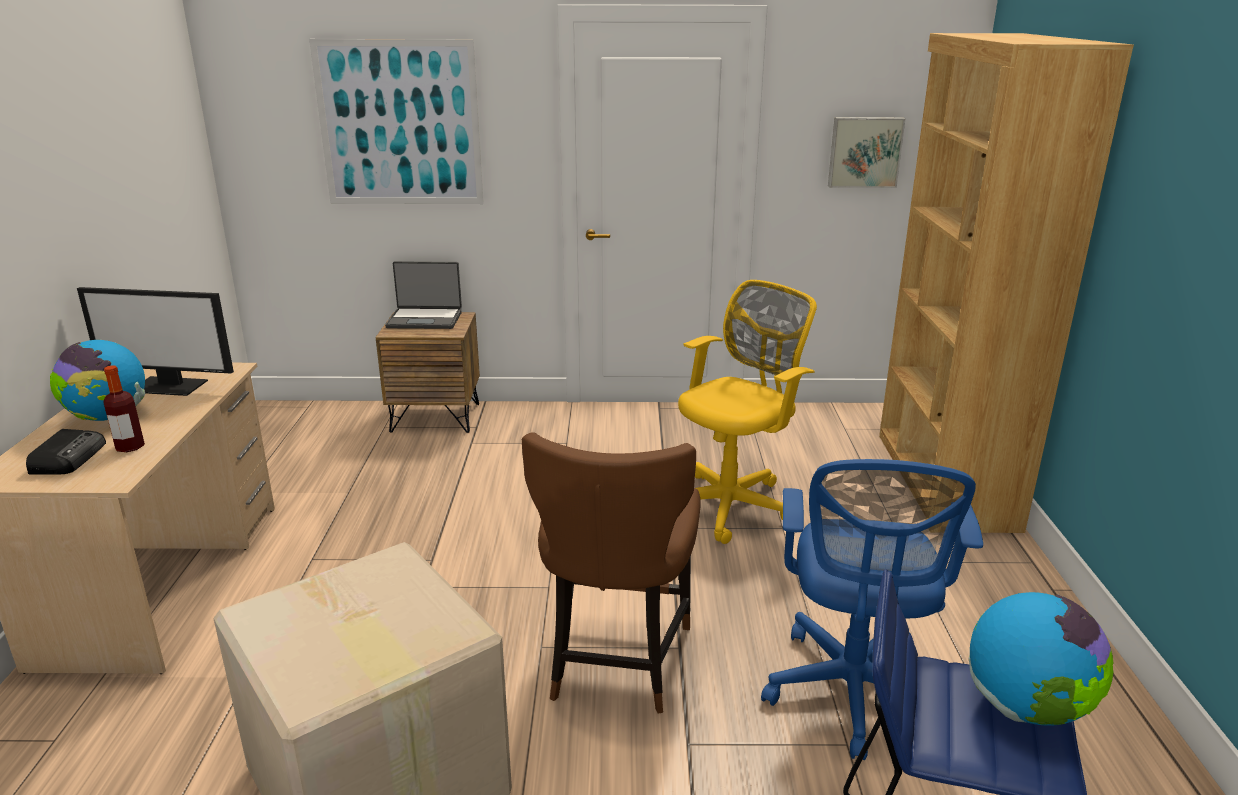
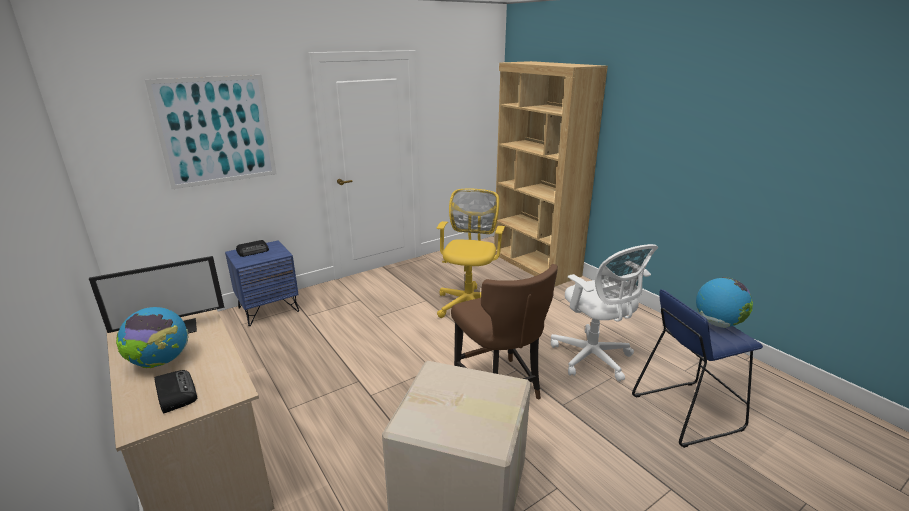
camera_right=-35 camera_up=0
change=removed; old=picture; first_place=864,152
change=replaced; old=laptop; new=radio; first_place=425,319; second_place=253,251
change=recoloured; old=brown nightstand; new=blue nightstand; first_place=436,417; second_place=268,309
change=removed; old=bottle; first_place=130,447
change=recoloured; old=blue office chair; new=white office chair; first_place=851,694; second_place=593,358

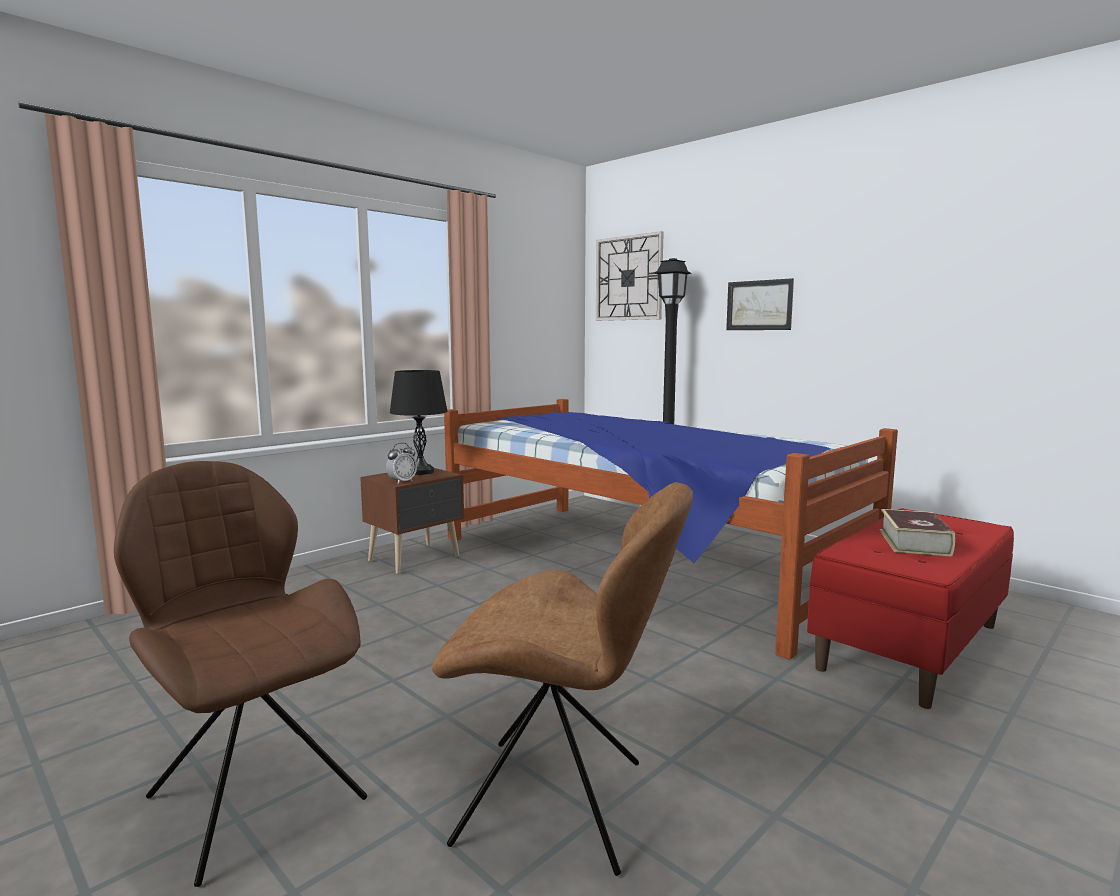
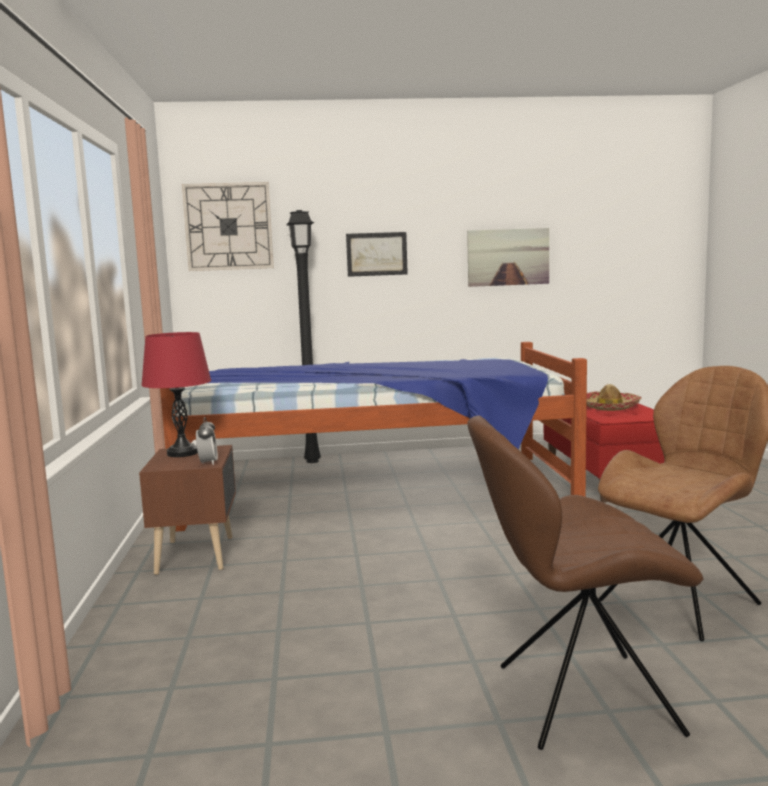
camera_right=-50 camera_up=0
change=recoloured; old=black table lamp; new=red table lamp; first_place=421,472; second_place=182,453
change=replaced; old=book; new=hat; first_place=914,542; second_place=609,407
change=added; new=picture; second_place=508,257

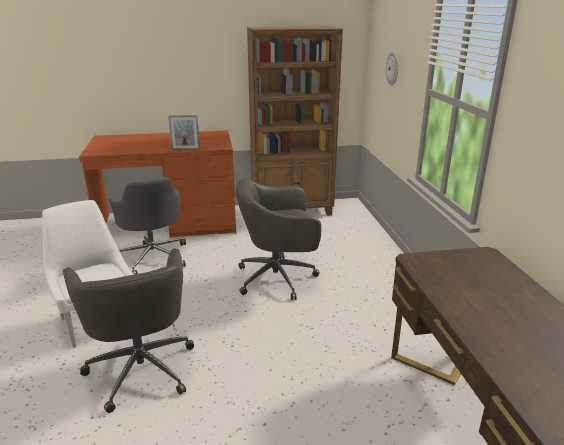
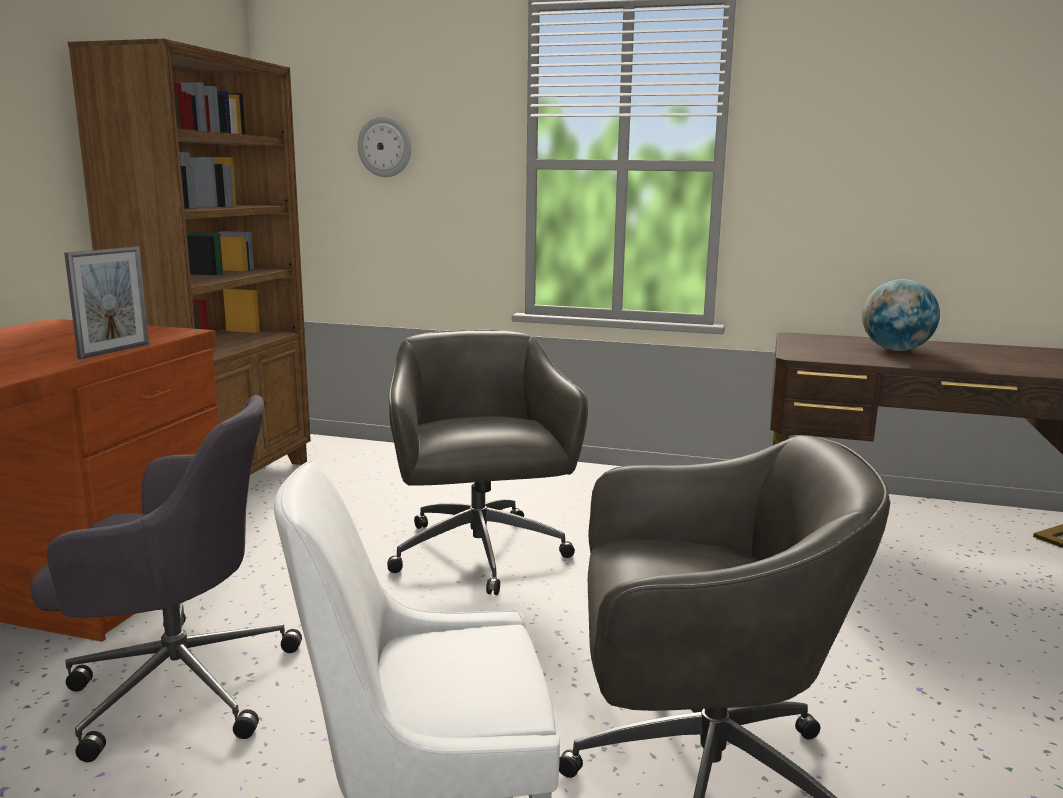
camera_right=-65 camera_up=-10
change=turned; old=grey office chair; first_place=278,278; second_place=479,555; degrees=150
change=added; new=globe; second_place=895,350

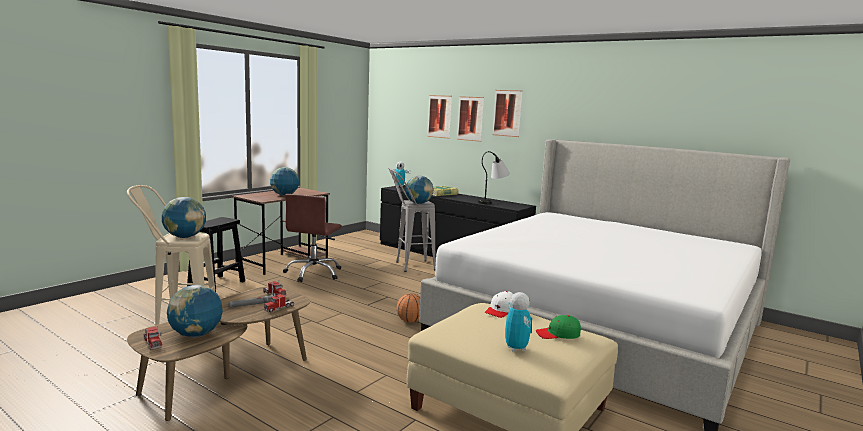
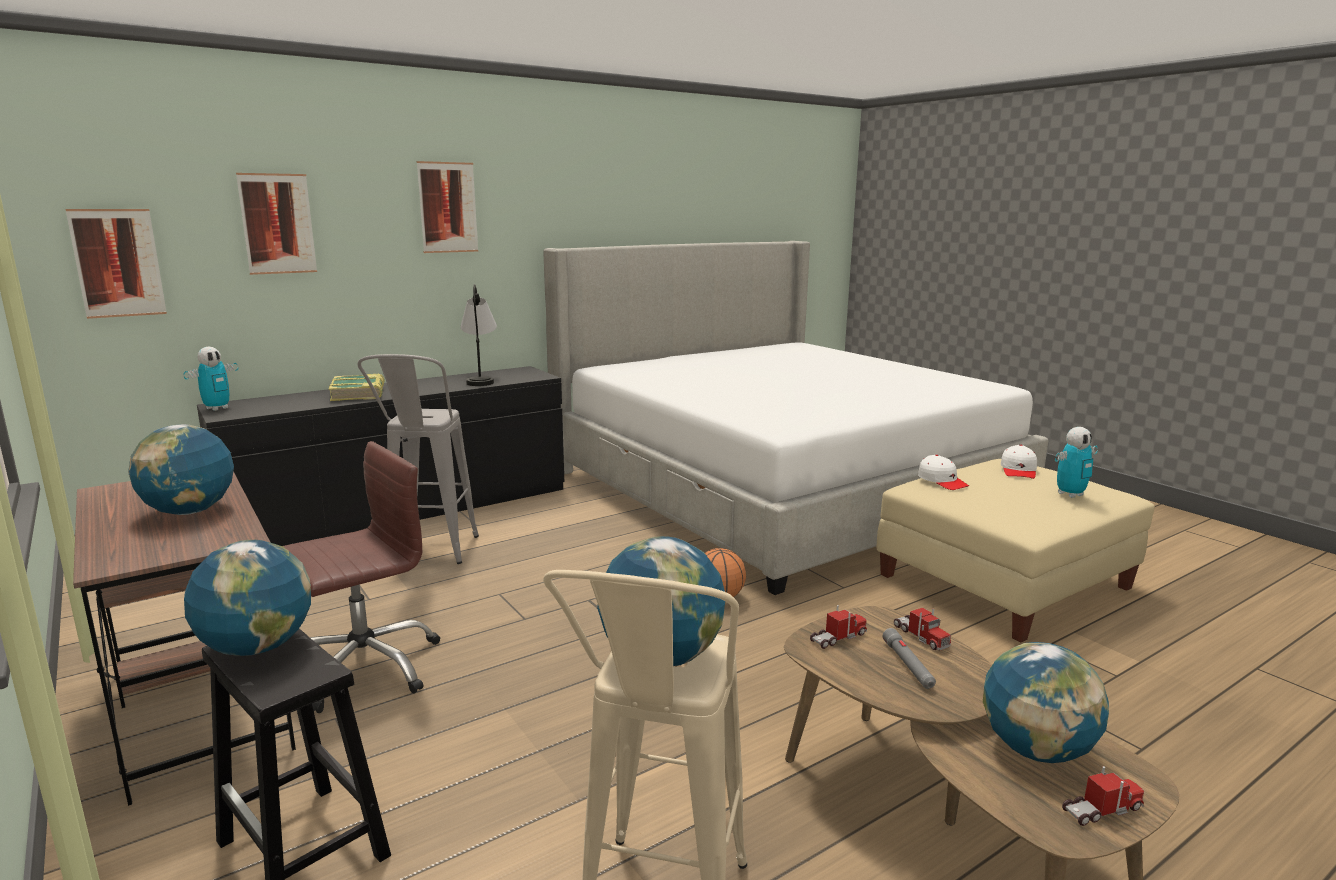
camera_right=-70 camera_up=5
change=moved; old=picture; first_place=470,118; second_place=118,263
change=moved; old=globe; first_place=418,203; second_place=257,647
change=turned; old=brown office chair; first_place=314,273; second_place=364,667; degrees=-75
change=turned; old=toy robot; first_place=516,348; second_place=1070,494; degrees=150
change=recoloured; old=green cap; new=white cap; first_place=558,334; second_place=1018,470

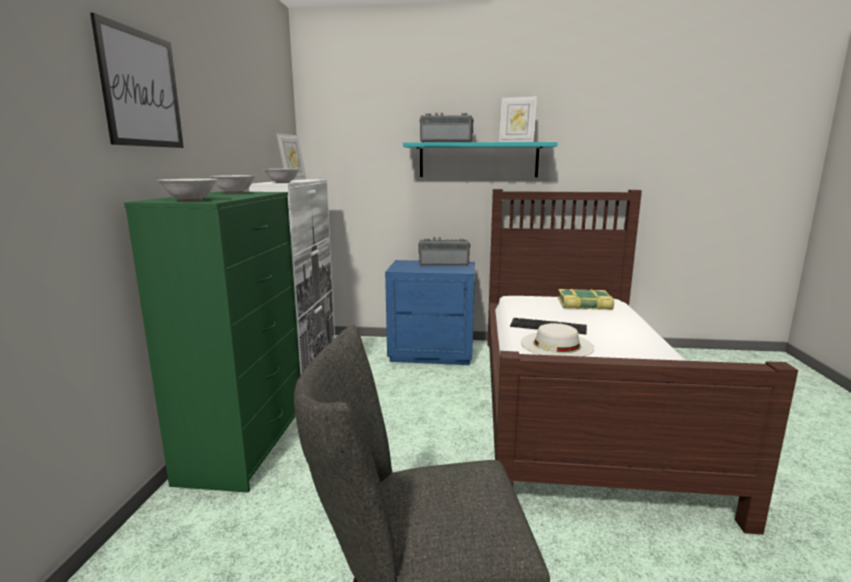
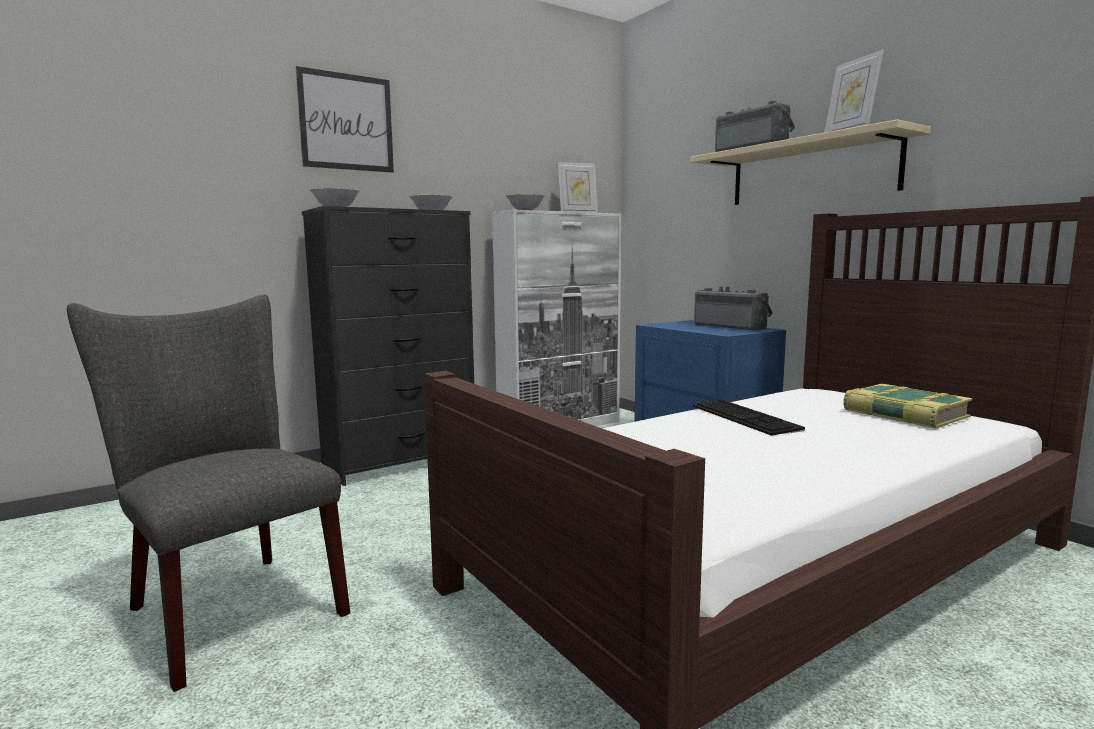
camera_right=50 camera_up=-5
change=recoloured; old=turquoise shelf; new=beige shelf; first_place=478,160; second_place=811,172
change=recoloured; old=green dresser; new=black dresser; first_place=245,445; second_place=401,461
change=removed; old=white hat; first_place=556,345

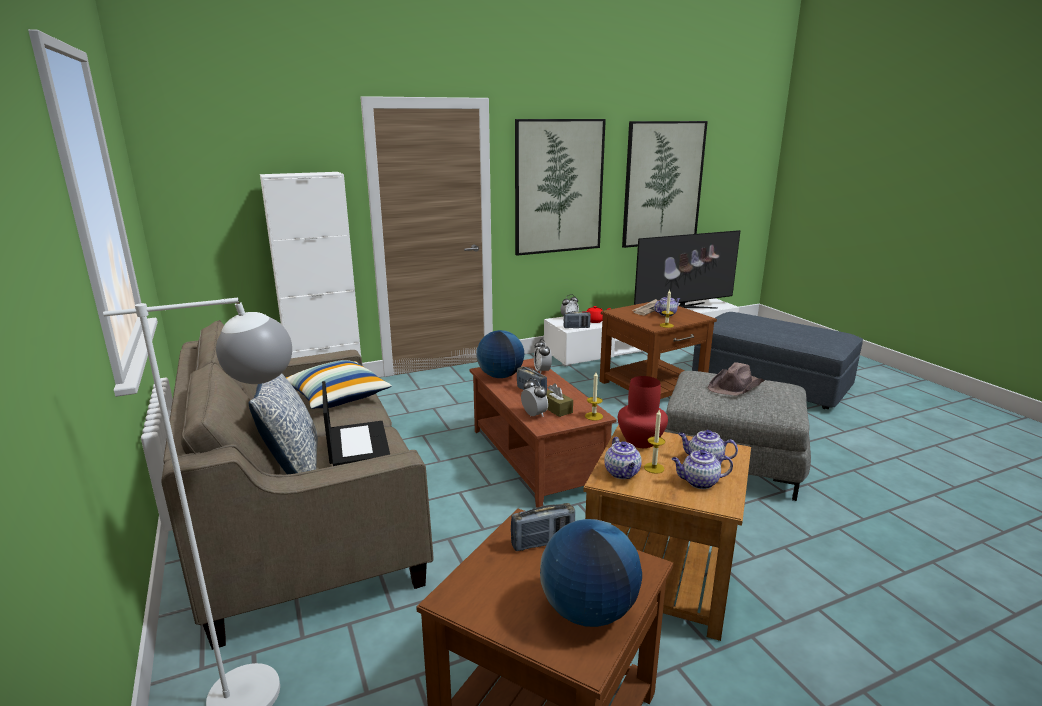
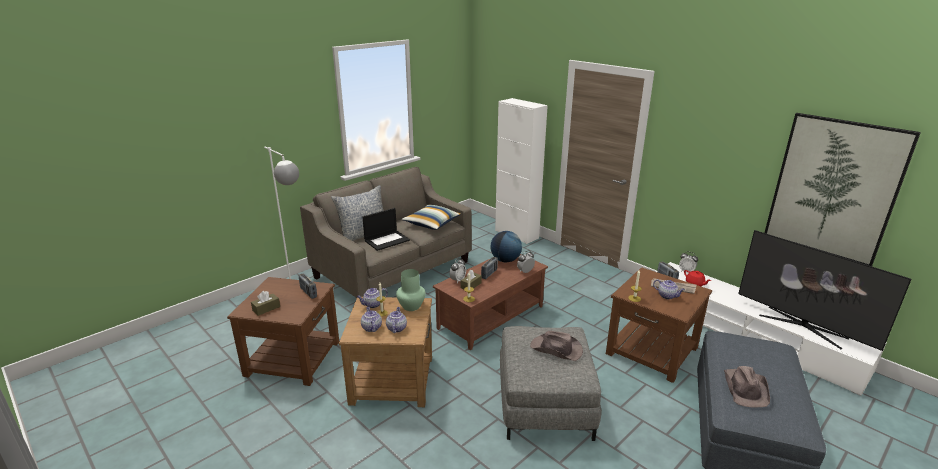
camera_right=70 camera_up=5
change=removed; old=picture; first_place=559,187
change=recoloured; old=red vase; new=green vase; first_place=640,441; second_place=412,306
change=replaced; old=globe; new=brown tissue box; first_place=588,611; second_place=266,308
change=added; new=brown hat; second_place=746,388

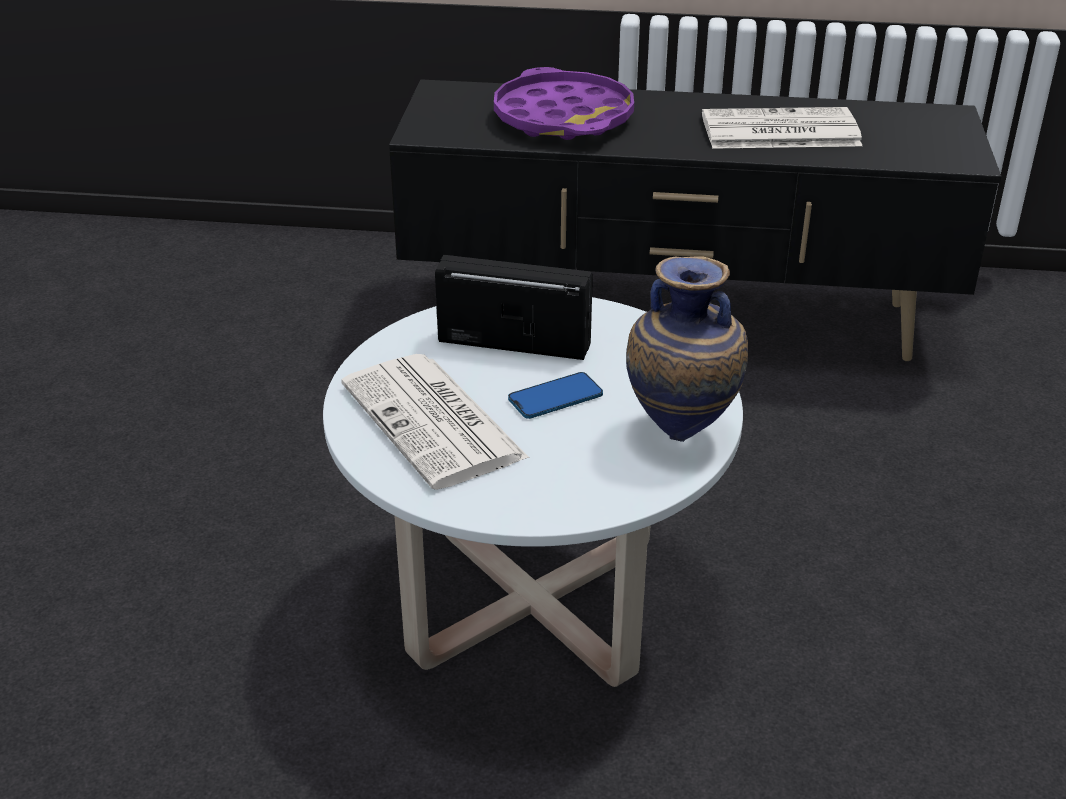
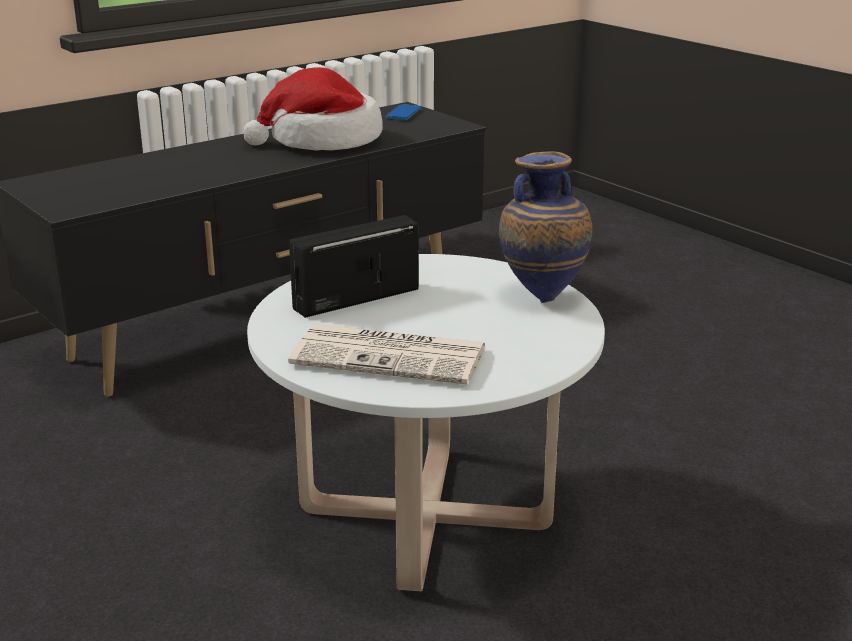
camera_right=-45 camera_up=-10
change=removed; old=purple tray; first_place=563,118
change=replaced; old=newspaper; new=hat; first_place=778,131; second_place=322,140
change=moved; old=phone; first_place=555,397; second_place=403,114

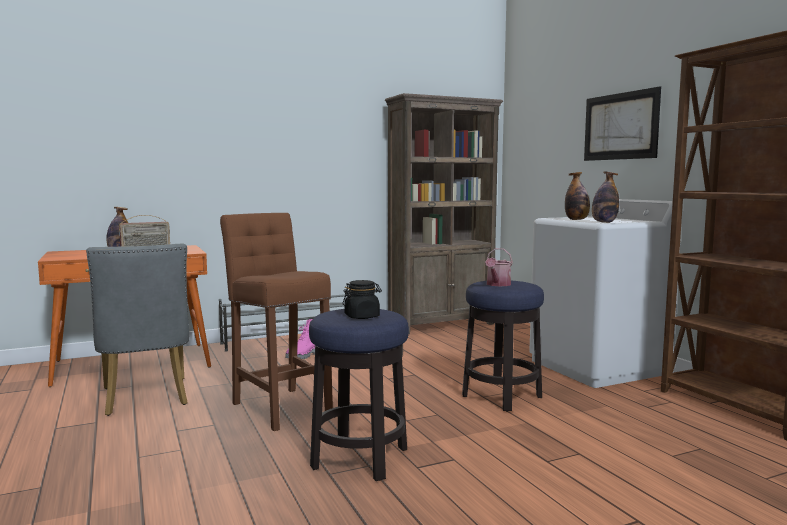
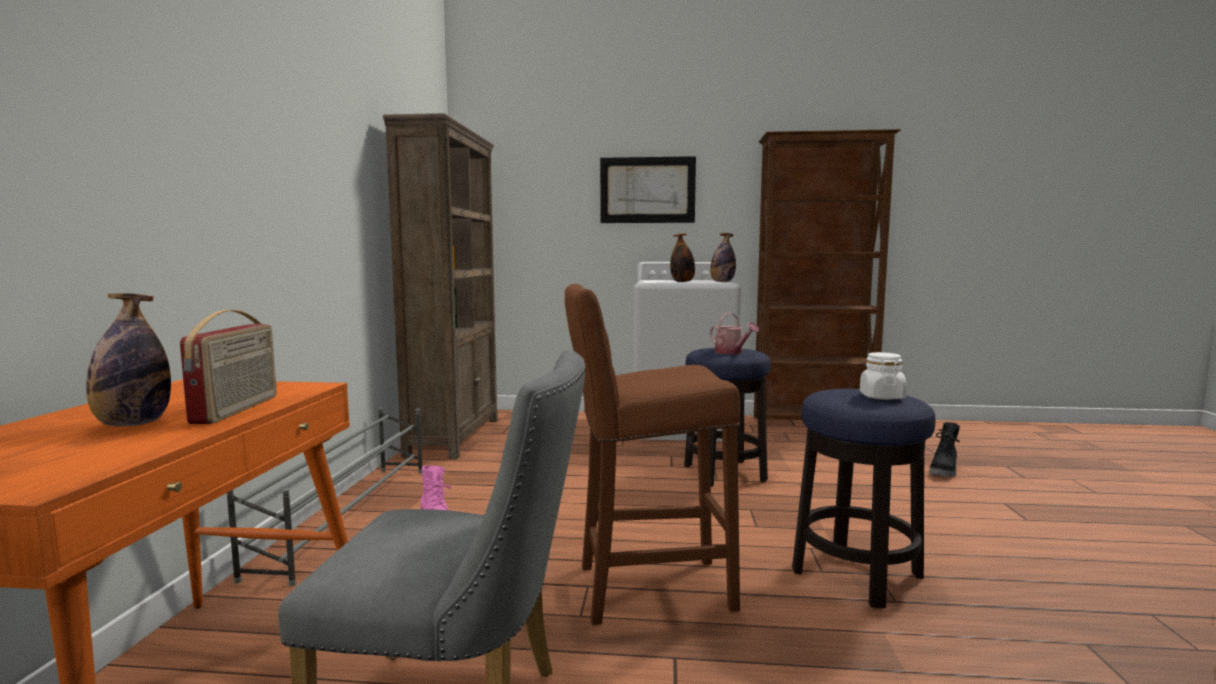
camera_right=-60 camera_up=0
change=recoloured; old=black jar; new=white jar; first_place=362,316; second_place=881,397
change=added; new=black boot; second_place=944,471

